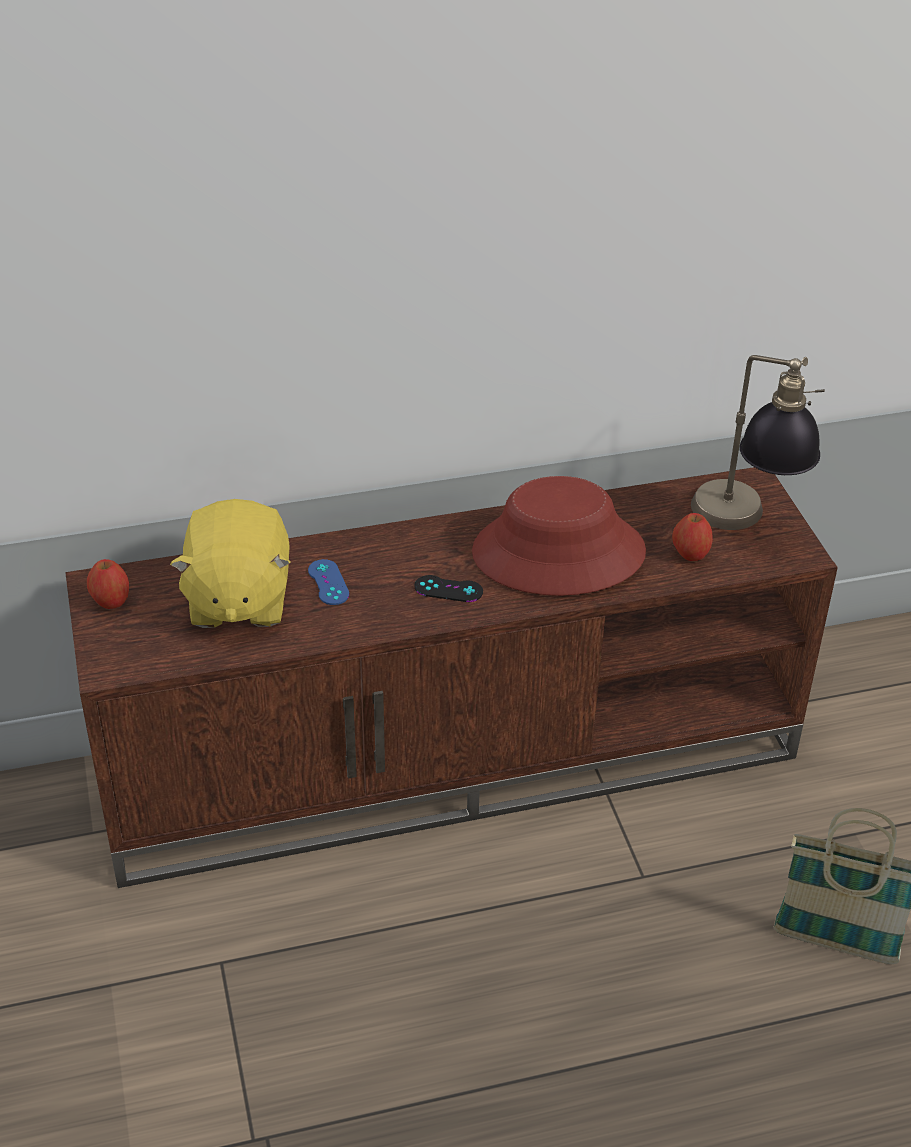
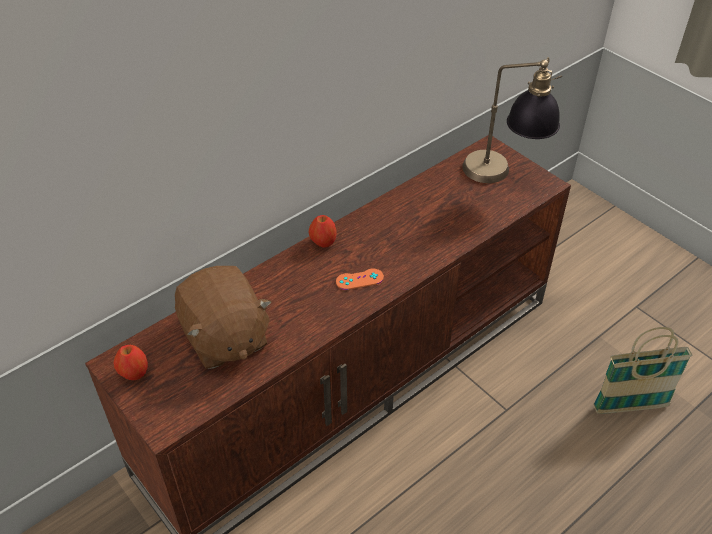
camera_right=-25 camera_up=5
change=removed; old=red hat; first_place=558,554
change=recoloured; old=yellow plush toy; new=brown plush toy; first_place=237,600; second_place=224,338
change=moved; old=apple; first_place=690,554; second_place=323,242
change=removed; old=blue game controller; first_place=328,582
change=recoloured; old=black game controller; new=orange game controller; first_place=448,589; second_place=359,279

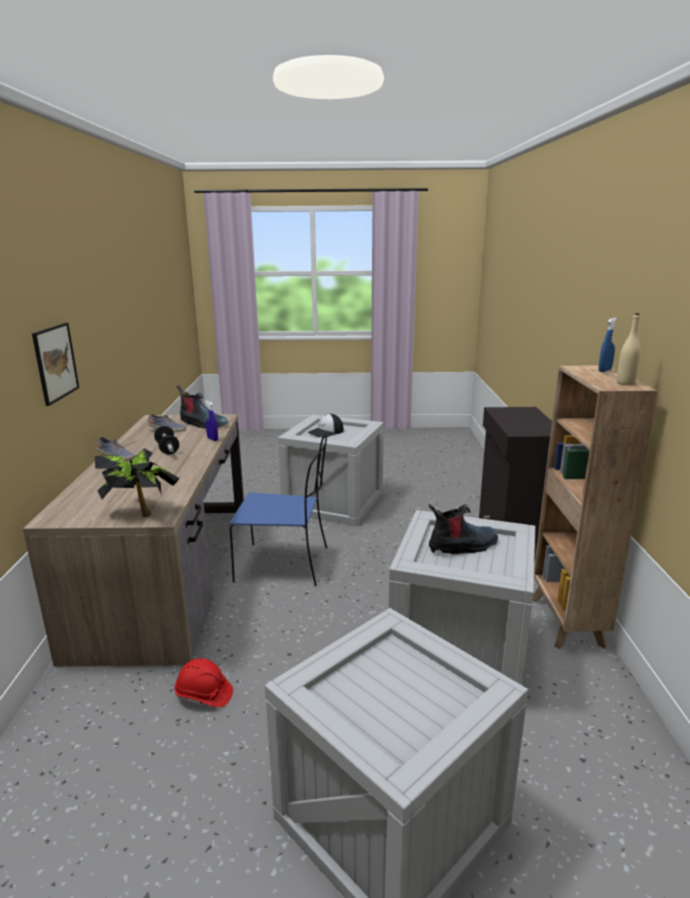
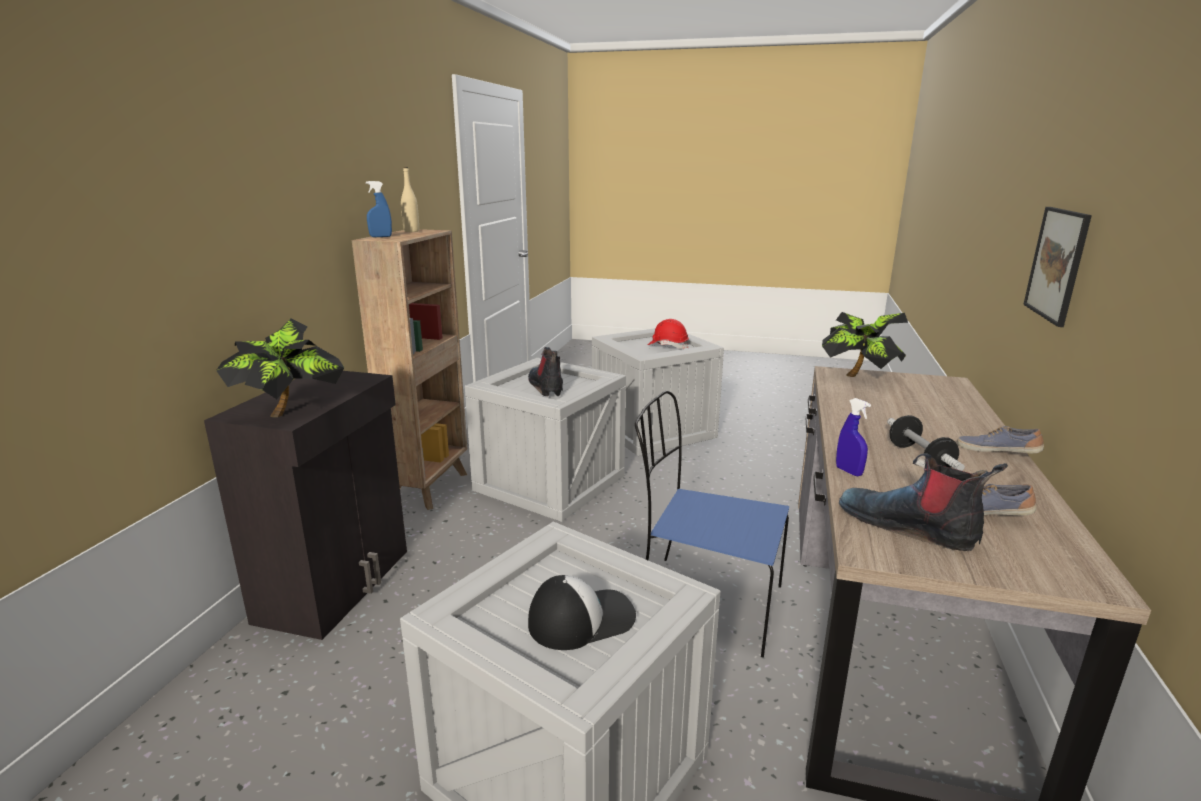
camera_right=-165 camera_up=0
change=turned; old=boot; first_place=463,547; second_place=547,387; degrees=75
change=moved; old=red hard hat; first_place=204,695; second_place=668,346
change=added; new=potted plant; second_place=290,412

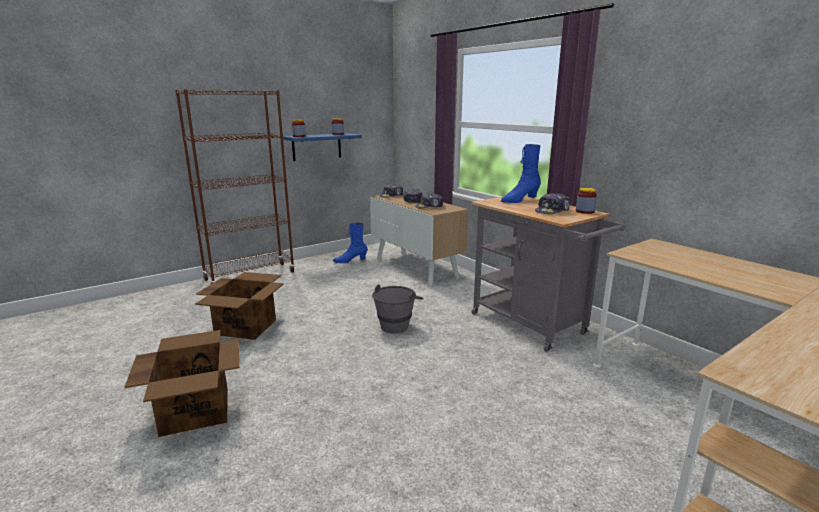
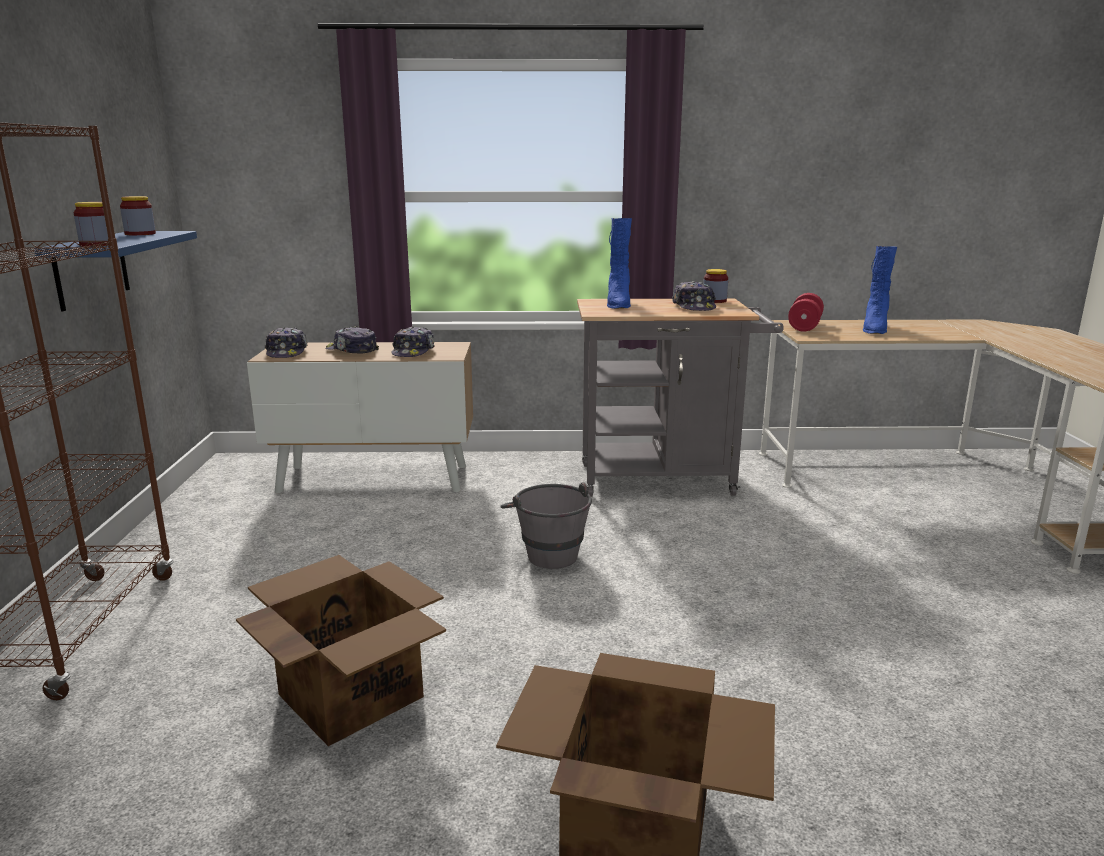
camera_right=-55 camera_up=0
change=moved; old=blue boot; first_place=350,261; second_place=874,329
change=added; new=red dumbbell; second_place=804,326

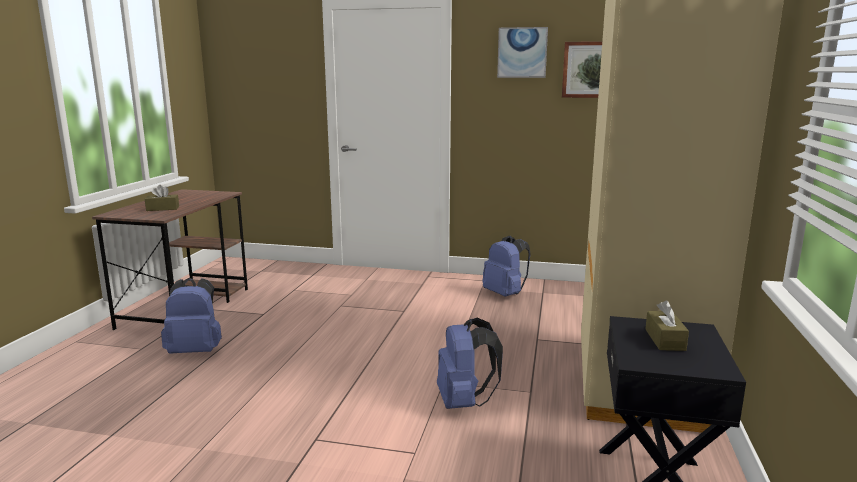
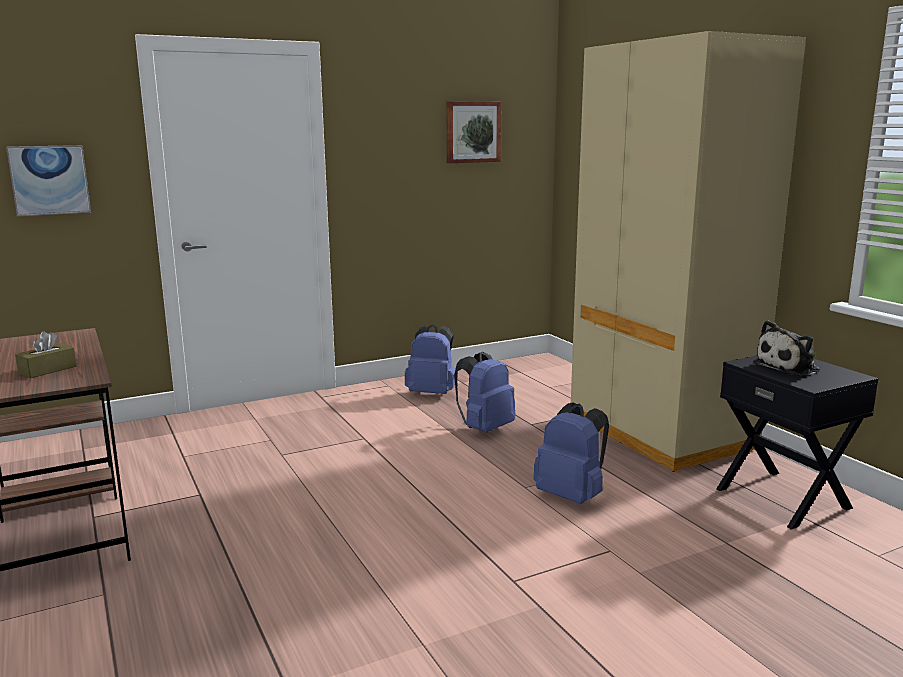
camera_right=-40 camera_up=0
change=moved; old=picture; first_place=522,52; second_place=49,180
change=moved; old=blue backpack; first_place=196,350; second_place=485,428
change=replaced; old=brown tissue box; new=plush toy; first_place=665,340; second_place=789,367

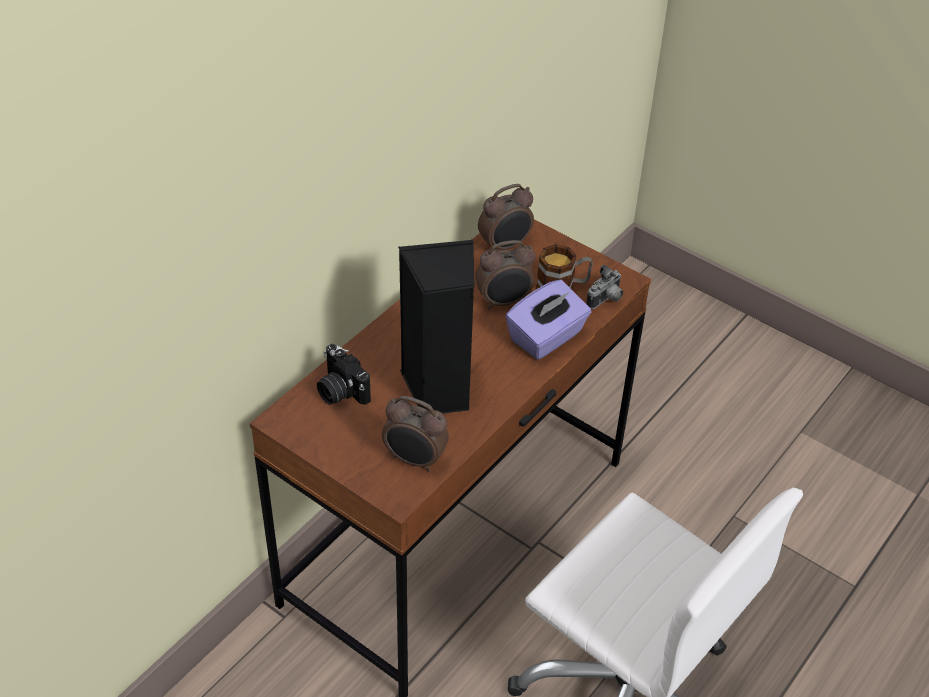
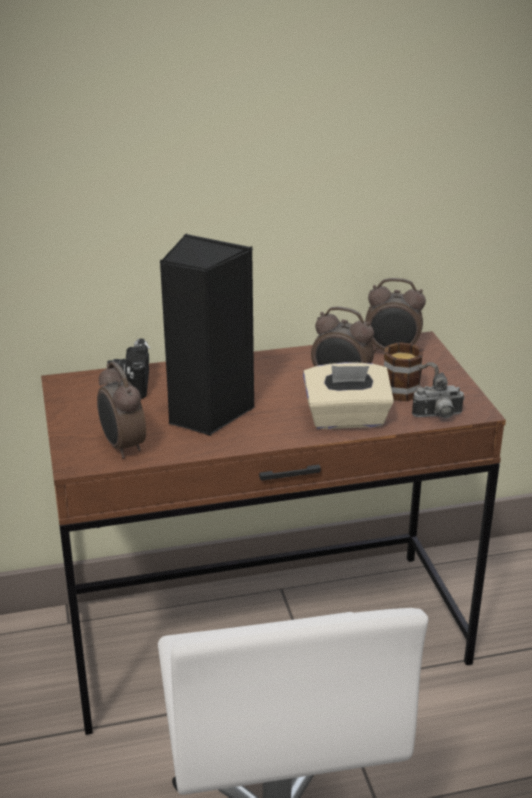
camera_right=40 camera_up=-15
change=recoloured; old=purple tissue box; new=beige tissue box; first_place=546,337; second_place=346,419

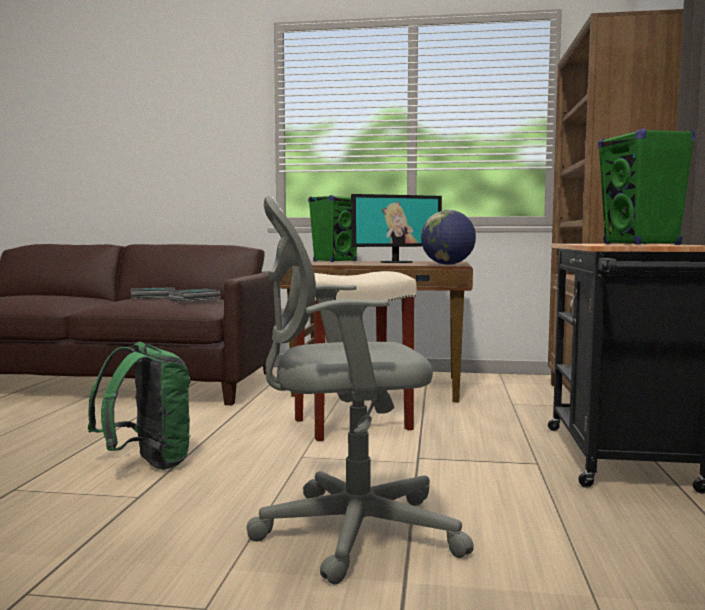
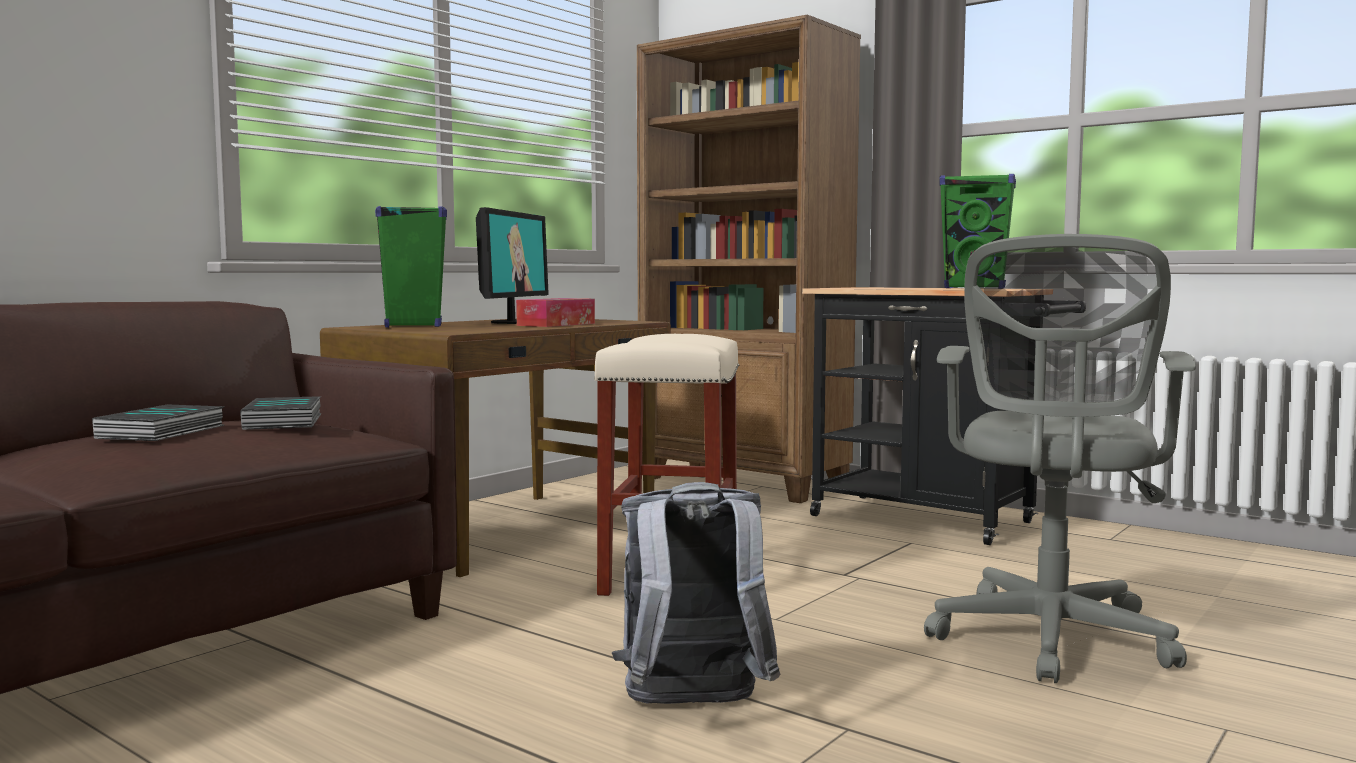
camera_right=-60 camera_up=0
change=removed; old=globe; first_place=448,264
change=recoloured; old=green backpack; new=grey backpack; first_place=147,464; second_place=693,708
change=added; new=tissue box; second_place=556,324

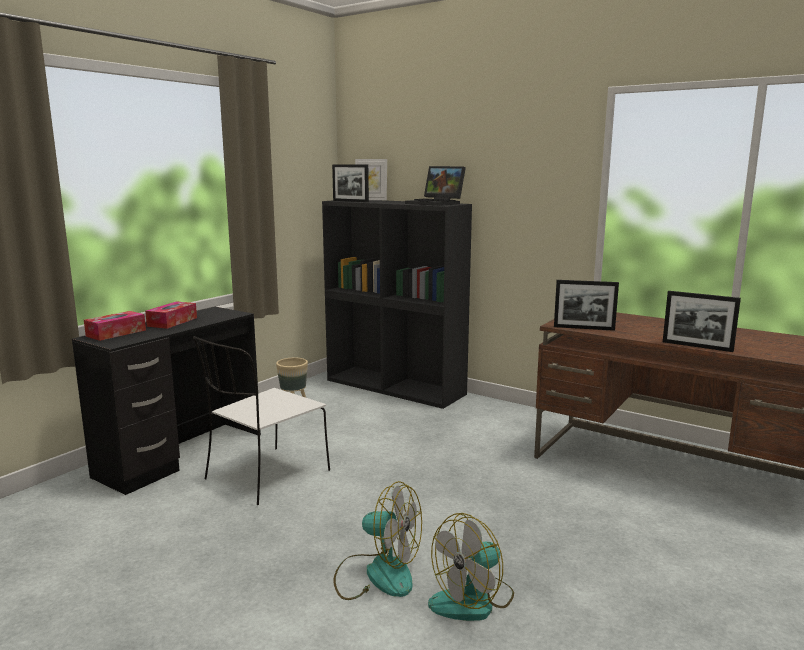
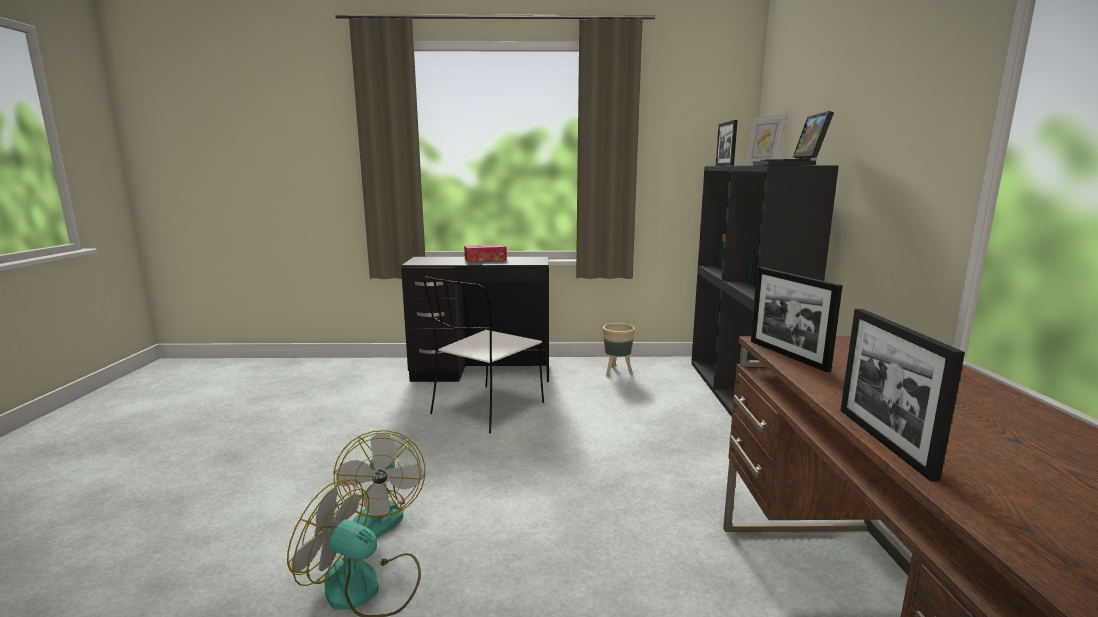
camera_right=55 camera_up=0
change=removed; old=tissue box; first_place=116,333
change=turned; old=white chair; first_place=265,476; second_place=486,409; degrees=-60

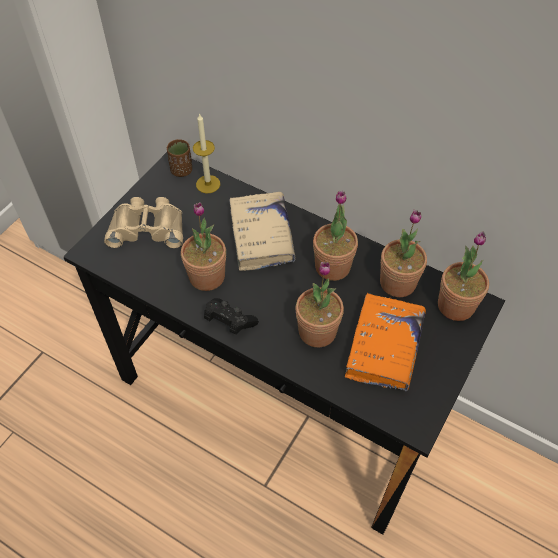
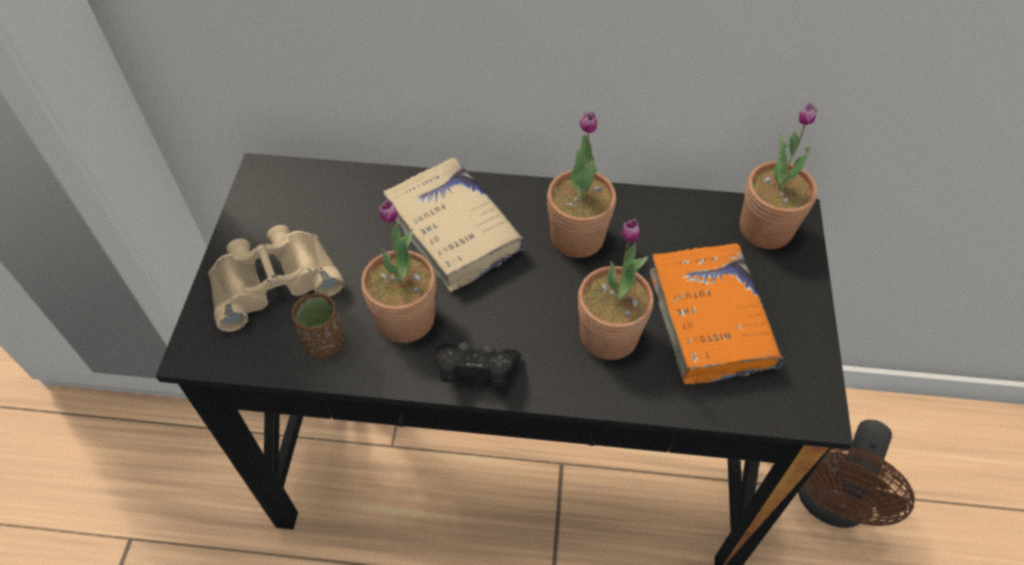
camera_right=-25 camera_up=0
change=removed; old=candle; first_place=208,184
change=moved; old=brown cup; first_place=181,170; second_place=324,343
change=removed; old=potted plant; first_place=397,283
change=added; new=brown fan; second_place=830,504

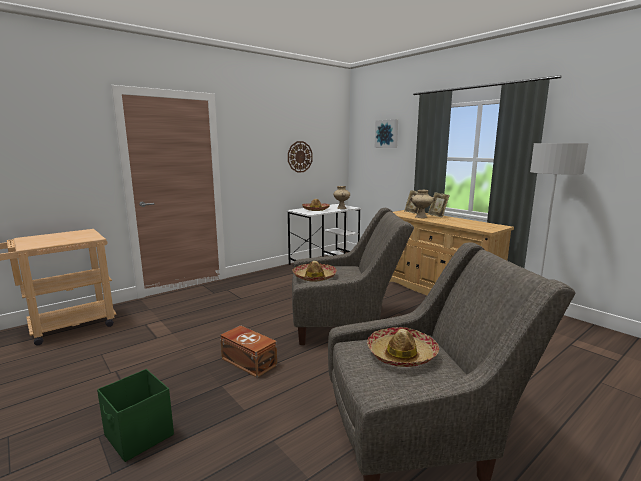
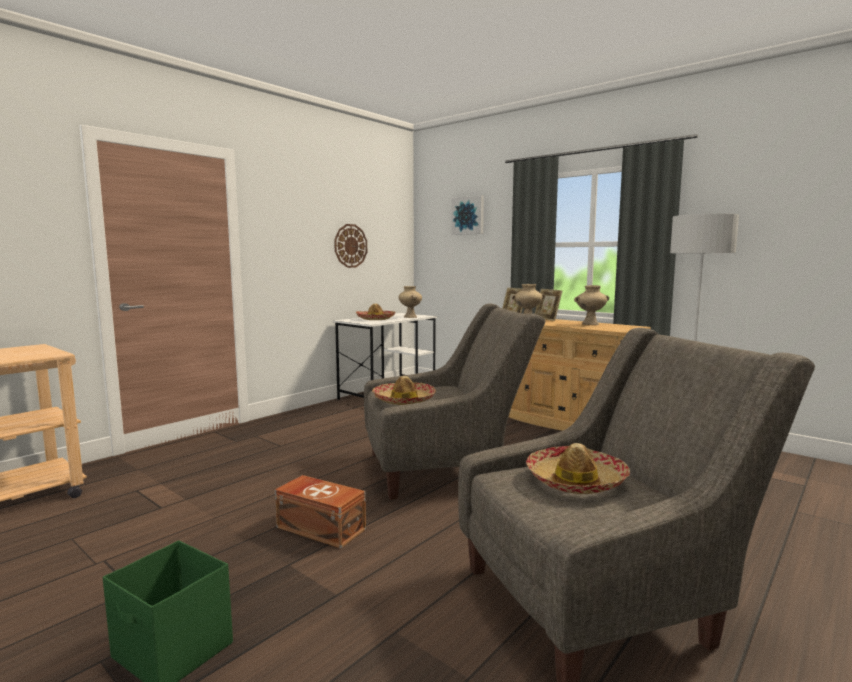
camera_right=-10 camera_up=-5
change=added; new=beige vase; second_place=590,324

